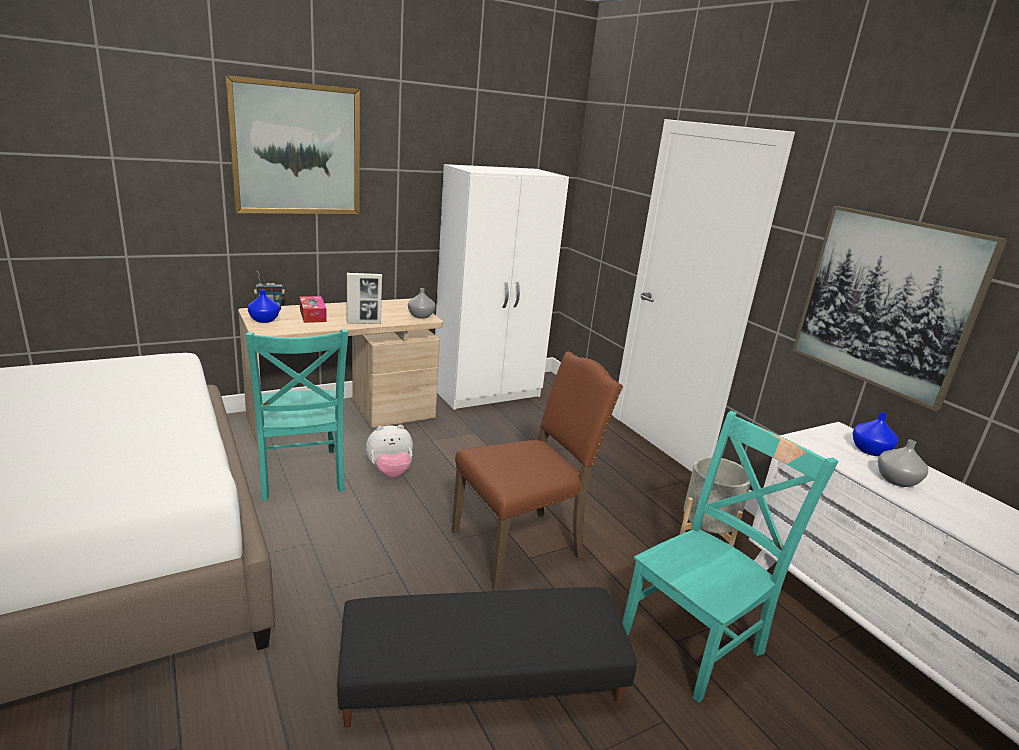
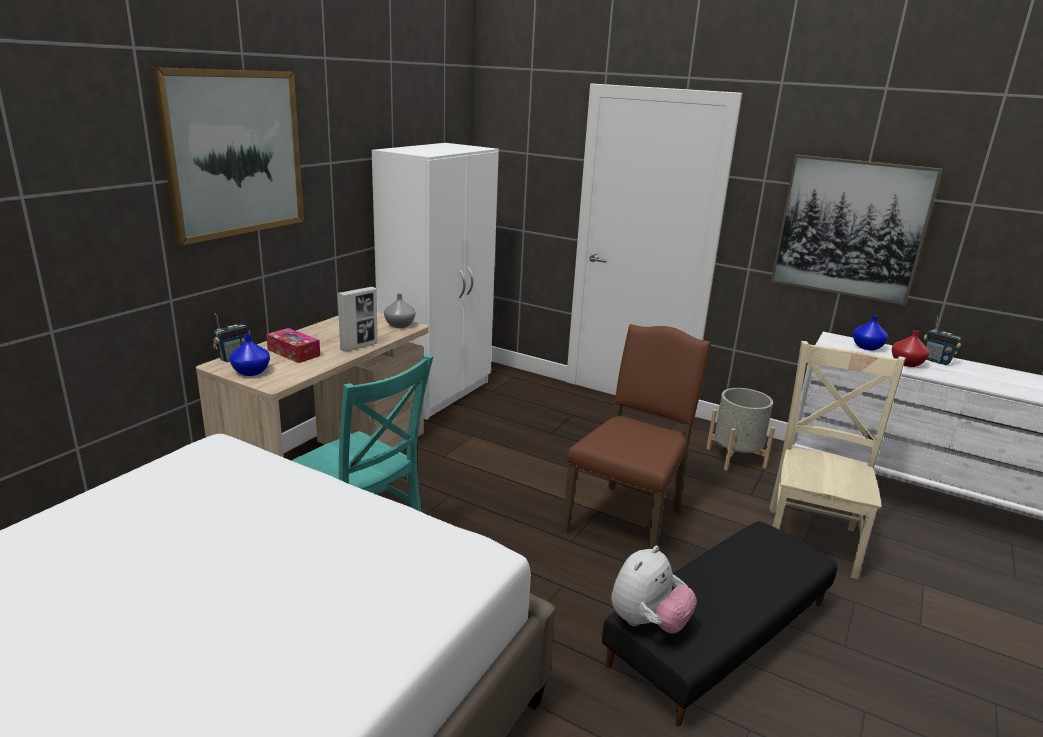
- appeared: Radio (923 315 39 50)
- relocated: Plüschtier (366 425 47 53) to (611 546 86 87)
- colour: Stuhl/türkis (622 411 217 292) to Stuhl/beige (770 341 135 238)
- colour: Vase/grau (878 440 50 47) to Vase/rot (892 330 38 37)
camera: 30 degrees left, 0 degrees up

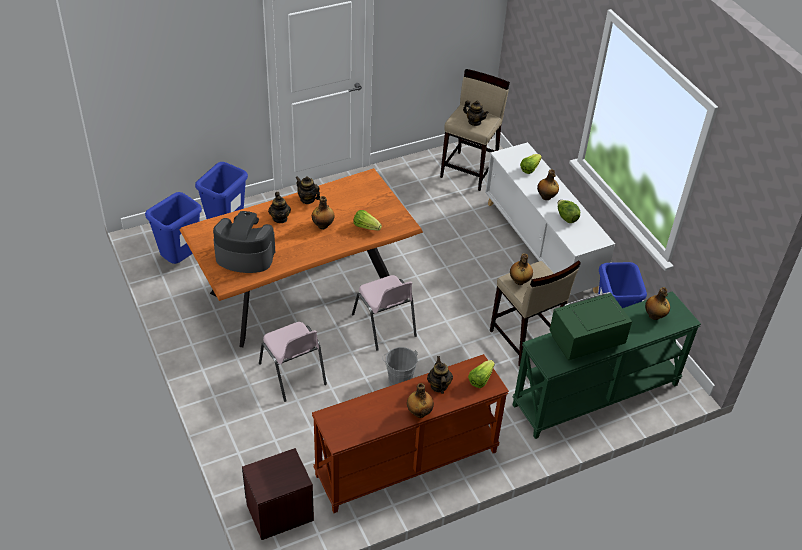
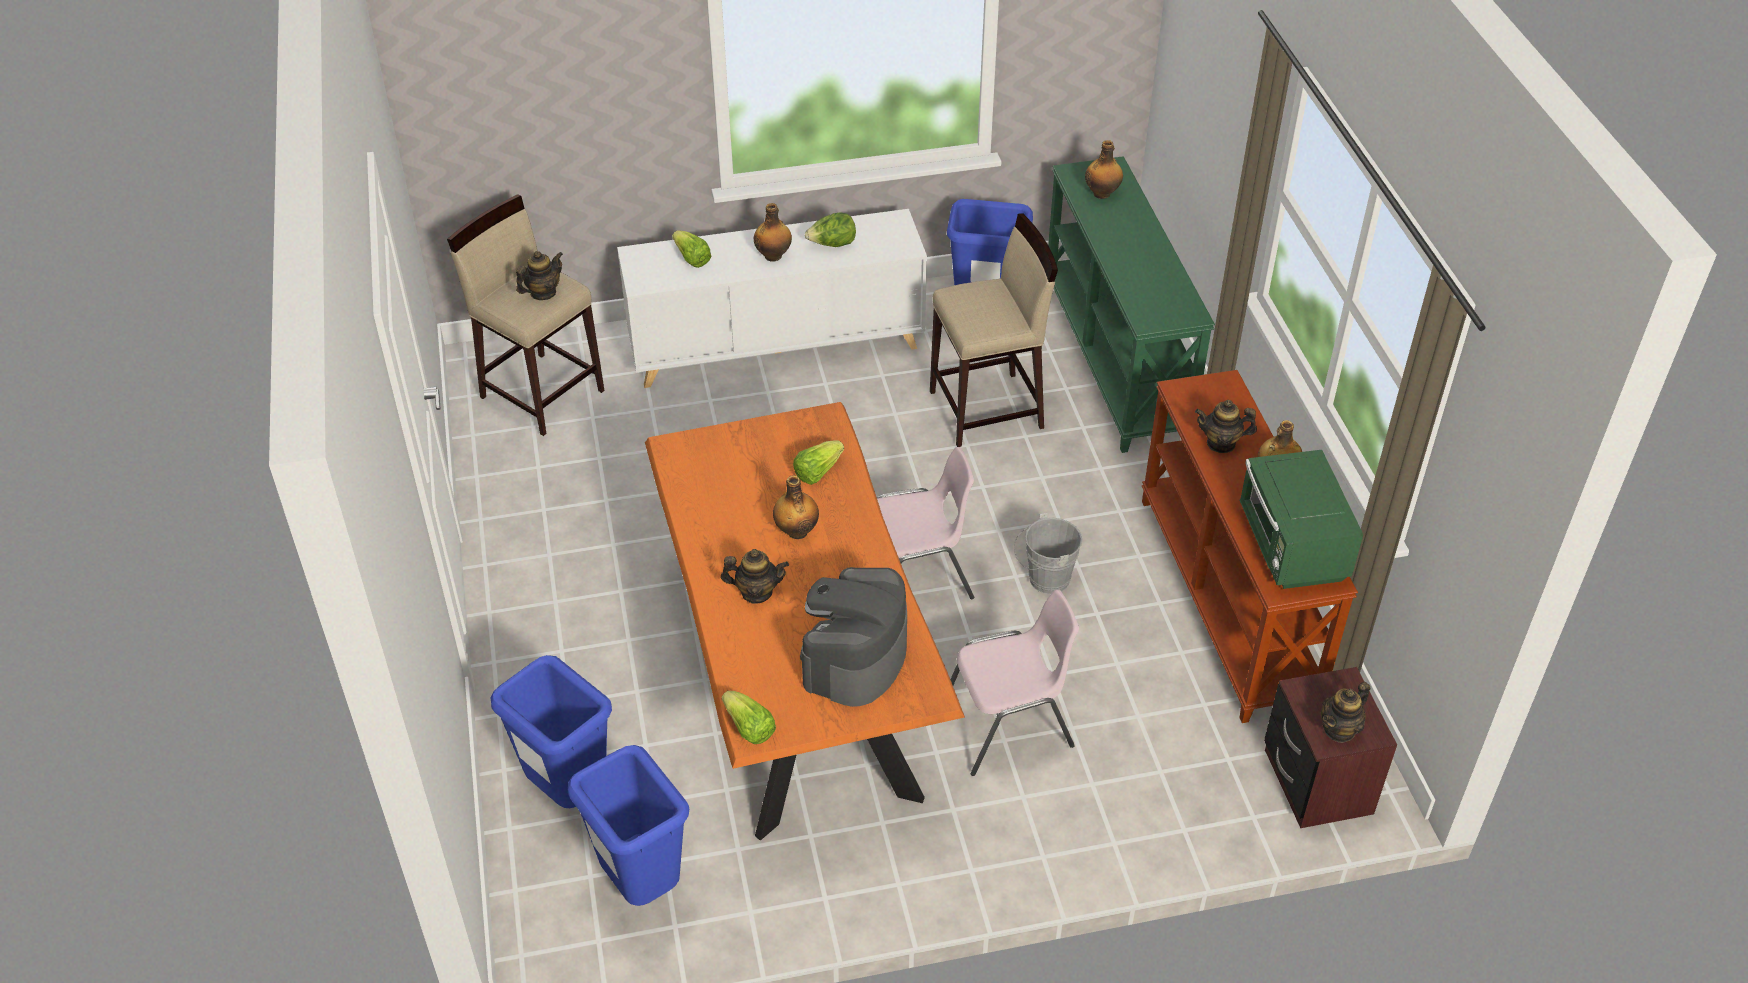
- missing: Flasche (510 253 23 32)
- relocated: Teekanne (295 176 25 28) to (1321 682 49 61)
- relocated: Salatkopf (468 360 27 28) to (722 691 54 53)
- relocated: Mikrowelle/grün (549 292 83 68) to (1240 450 123 139)
camera: 75 degrees left, 0 degrees up

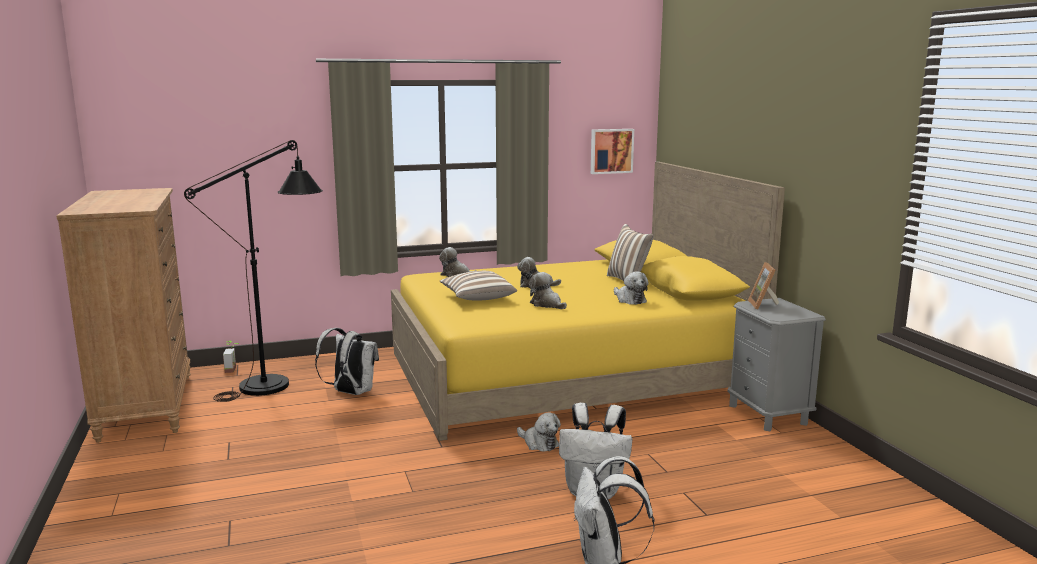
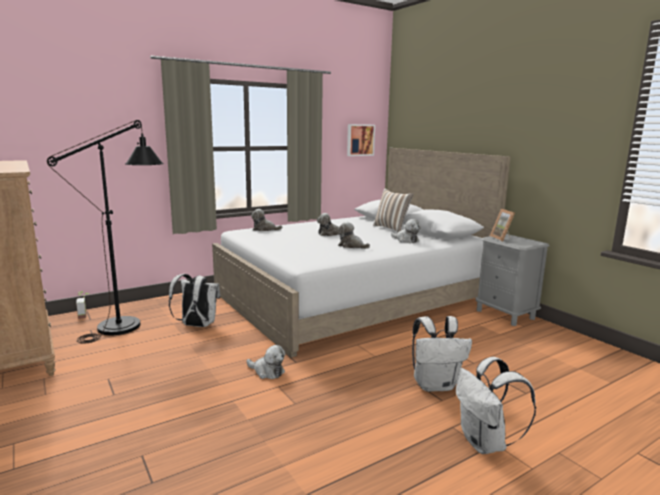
- missing: Kissen (440 271 77 30)
- relocated: Plüschtier (517 412 44 40) to (247 345 38 34)
- colour: Bett/gelb (391 162 394 279) to Bett/weiß (212 148 299 210)
camera: 15 degrees left, 0 degrees up

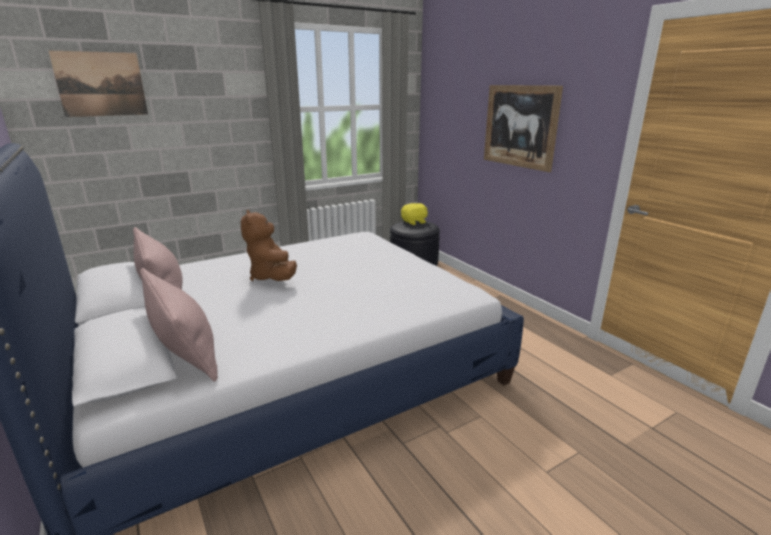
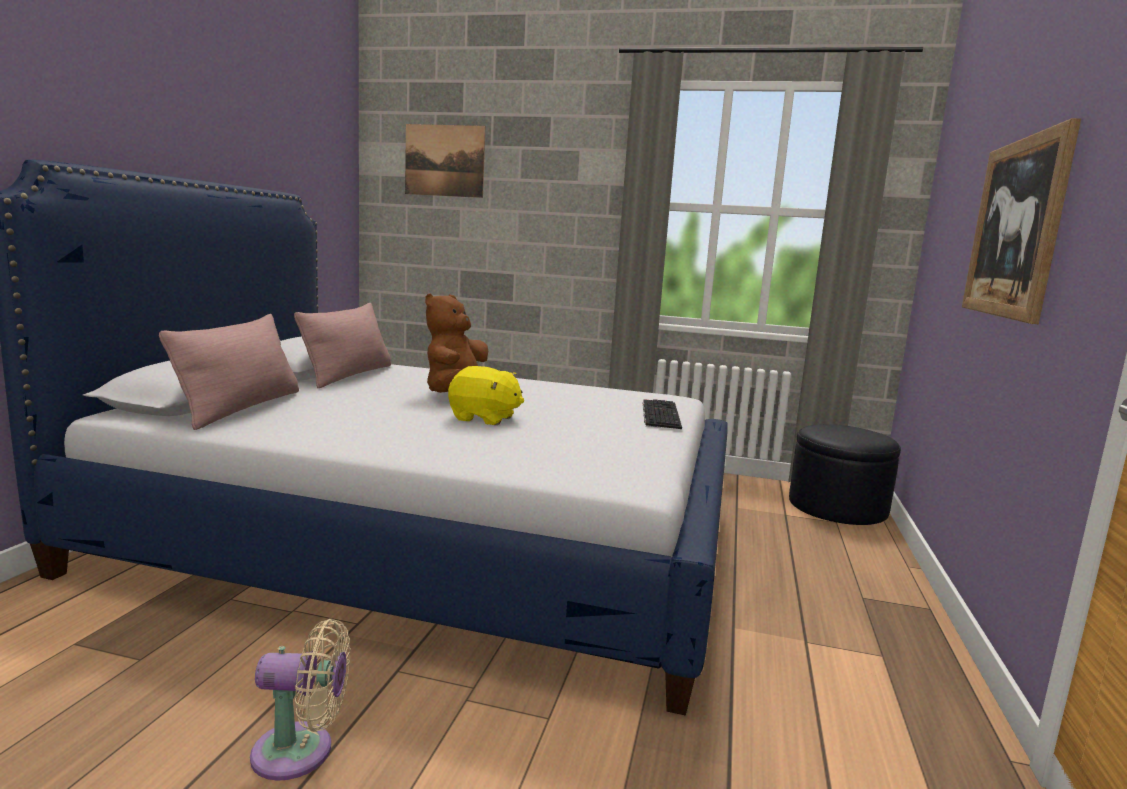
- appeared: Ventilator/beige (250 619 100 162)
- appeared: Tastatur (643 399 39 30)
- relocated: Plüschtier/gelb (401 203 27 22) to (448 366 76 59)
camera: 45 degrees right, 10 degrees down

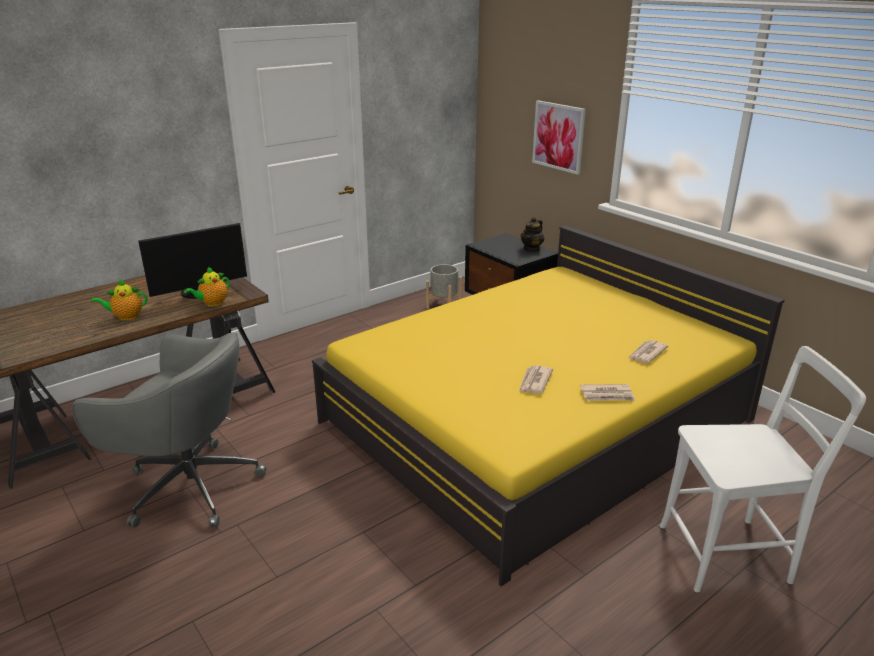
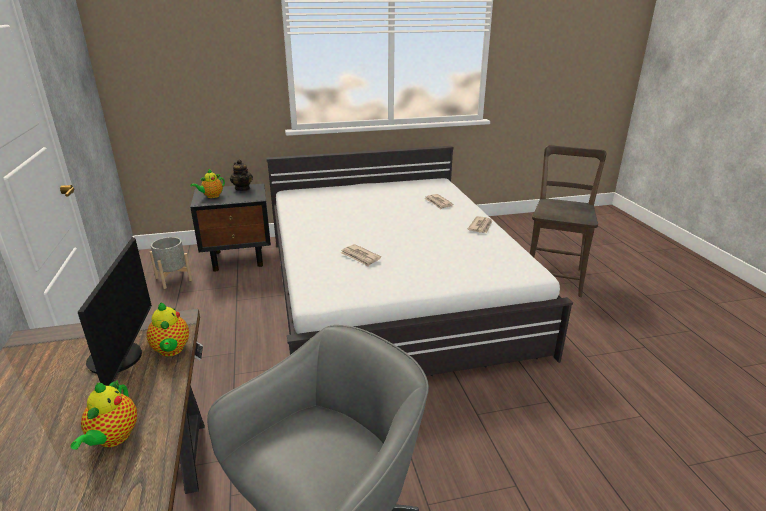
- missing: Bild (532 100 54 75)
- appeared: Teekanne (190 169 35 29)
- relocated: Zeitung (519 365 34 29) to (341 244 40 22)
- colour: Bett/gelb (312 225 472 361) to Bett/weiß (266 146 307 230)
- colour: Stuhl/weiß (660 346 206 246) to Stuhl/braun (530 145 76 152)
camera: 65 degrees left, 0 degrees up

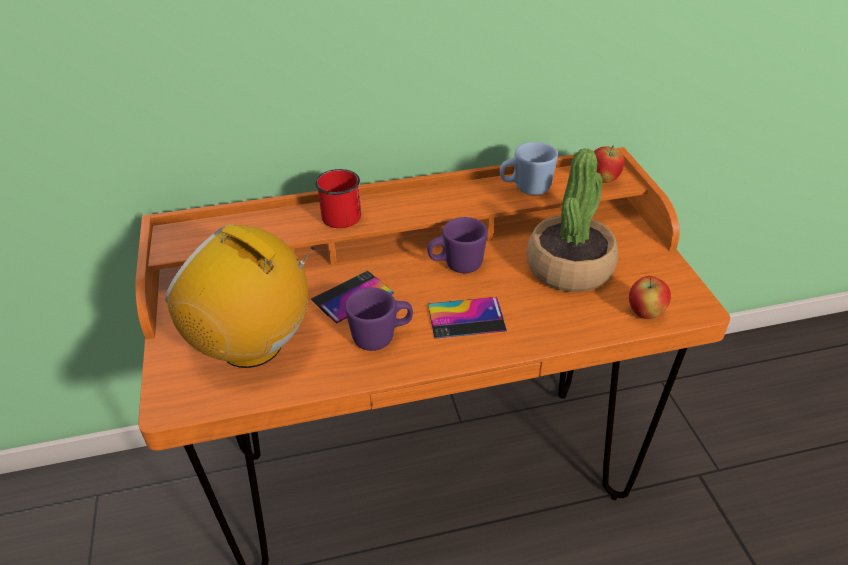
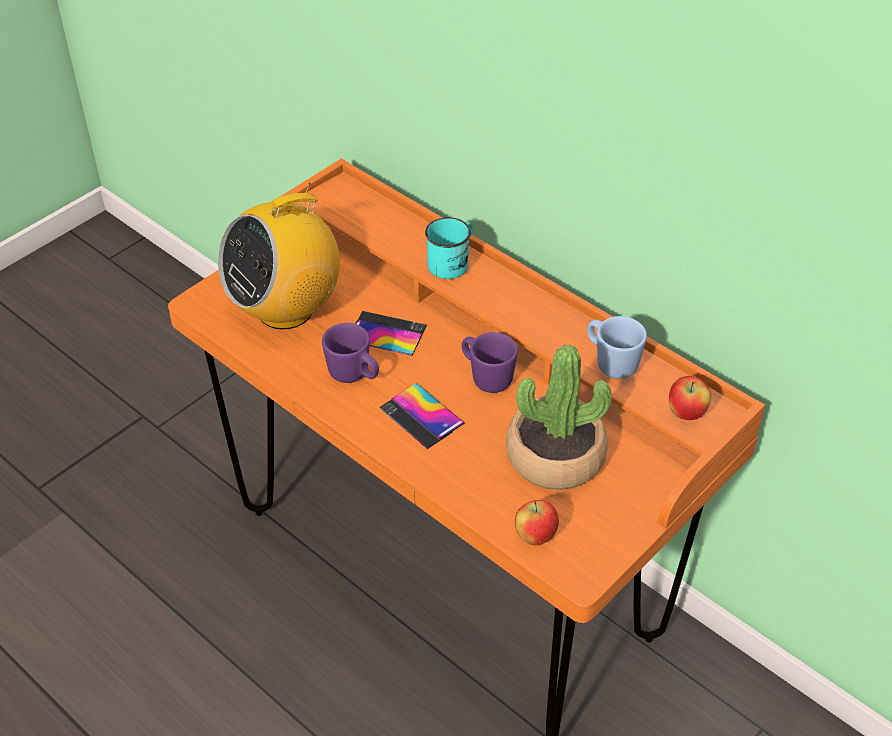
- colour: Henkelbecher/rot (315 169 46 59) to Henkelbecher/türkis (425 217 48 62)
- spun: Radio (165 224 150 144) = (218 183 122 147) 120 degrees counterclockwise
camera: 55 degrees right, 5 degrees up

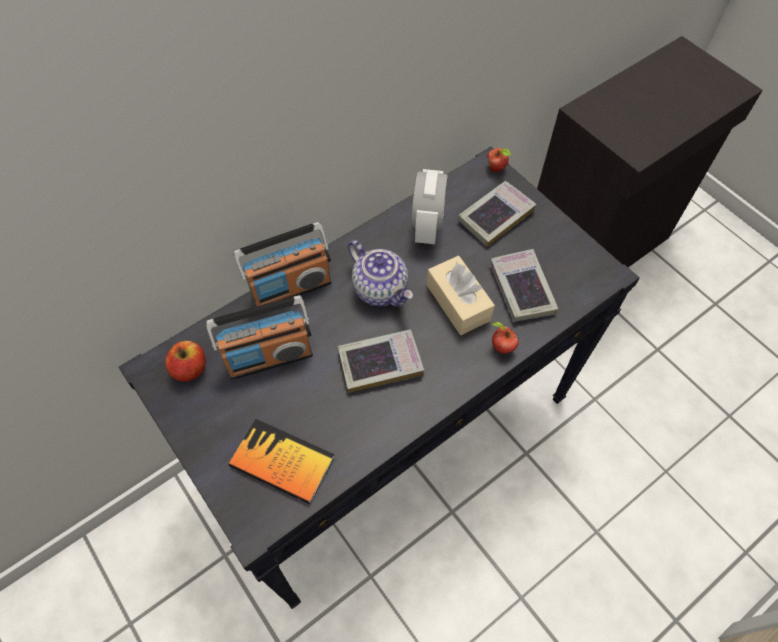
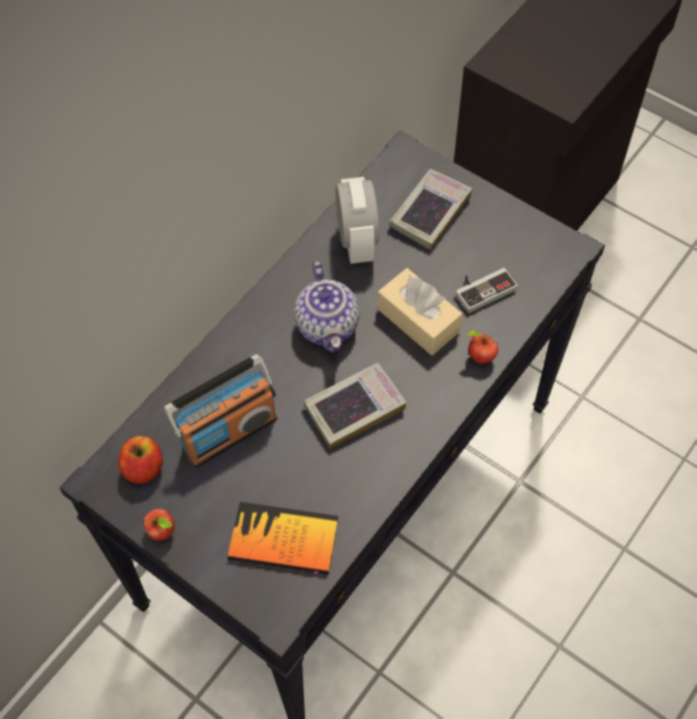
- missing: Radio (233 222 99 85)
- relocated: Apfel (488 148 23 24) to (143 509 32 32)
- exchanged: Buch (490 249 68 73) to Gamepad (456 268 62 45)
- spun: Teekanne (348 240 65 67) = (294 261 65 91) 45 degrees clockwise
camera: 15 degrees left, 0 degrees up

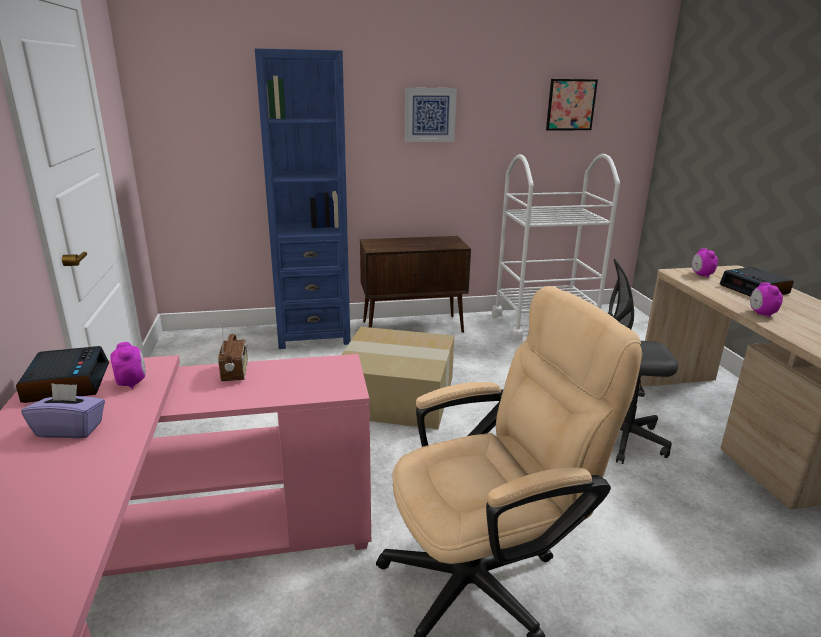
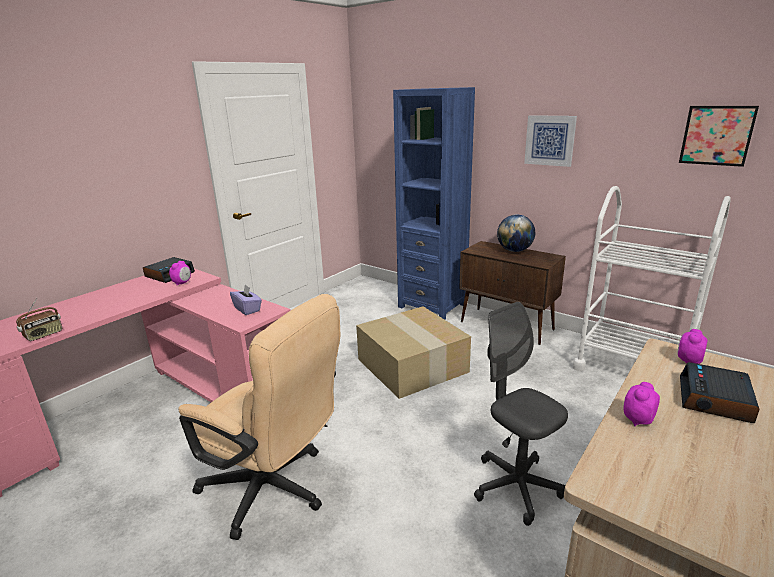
- appeared: Globus (497 215 38 37)
- relocated: Taschentuchbox/lila (21 383 84 55) to (230 285 32 30)
- relocated: Radio (218 323 30 58) to (16 298 46 43)
camera: 50 degrees right, 0 degrees up

